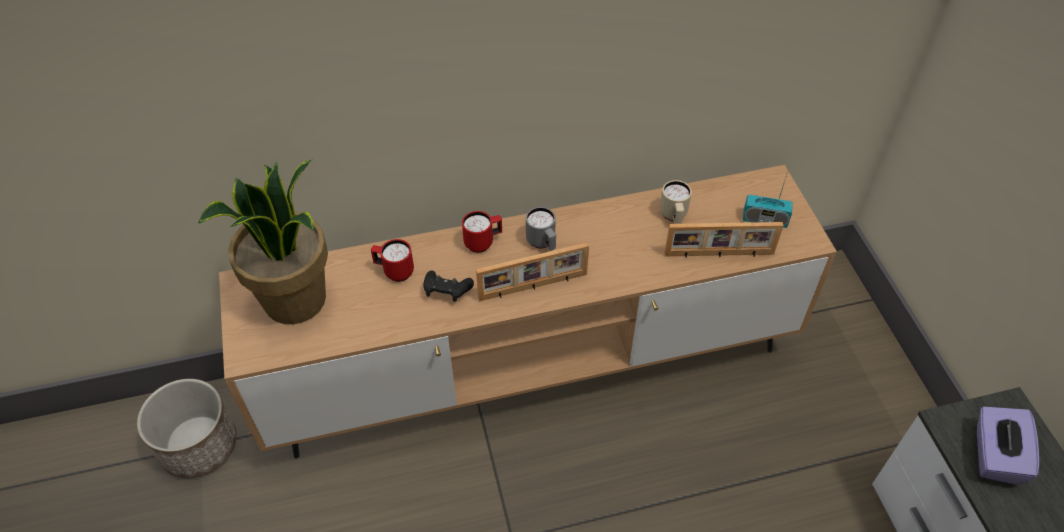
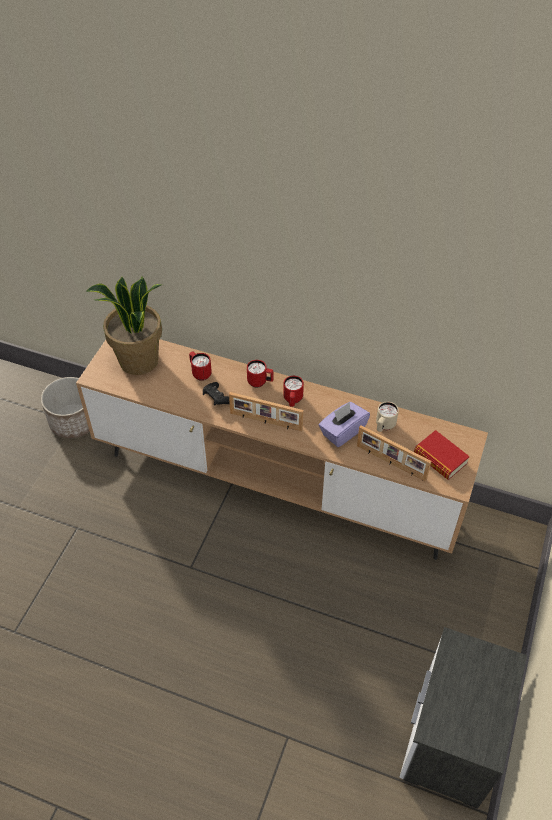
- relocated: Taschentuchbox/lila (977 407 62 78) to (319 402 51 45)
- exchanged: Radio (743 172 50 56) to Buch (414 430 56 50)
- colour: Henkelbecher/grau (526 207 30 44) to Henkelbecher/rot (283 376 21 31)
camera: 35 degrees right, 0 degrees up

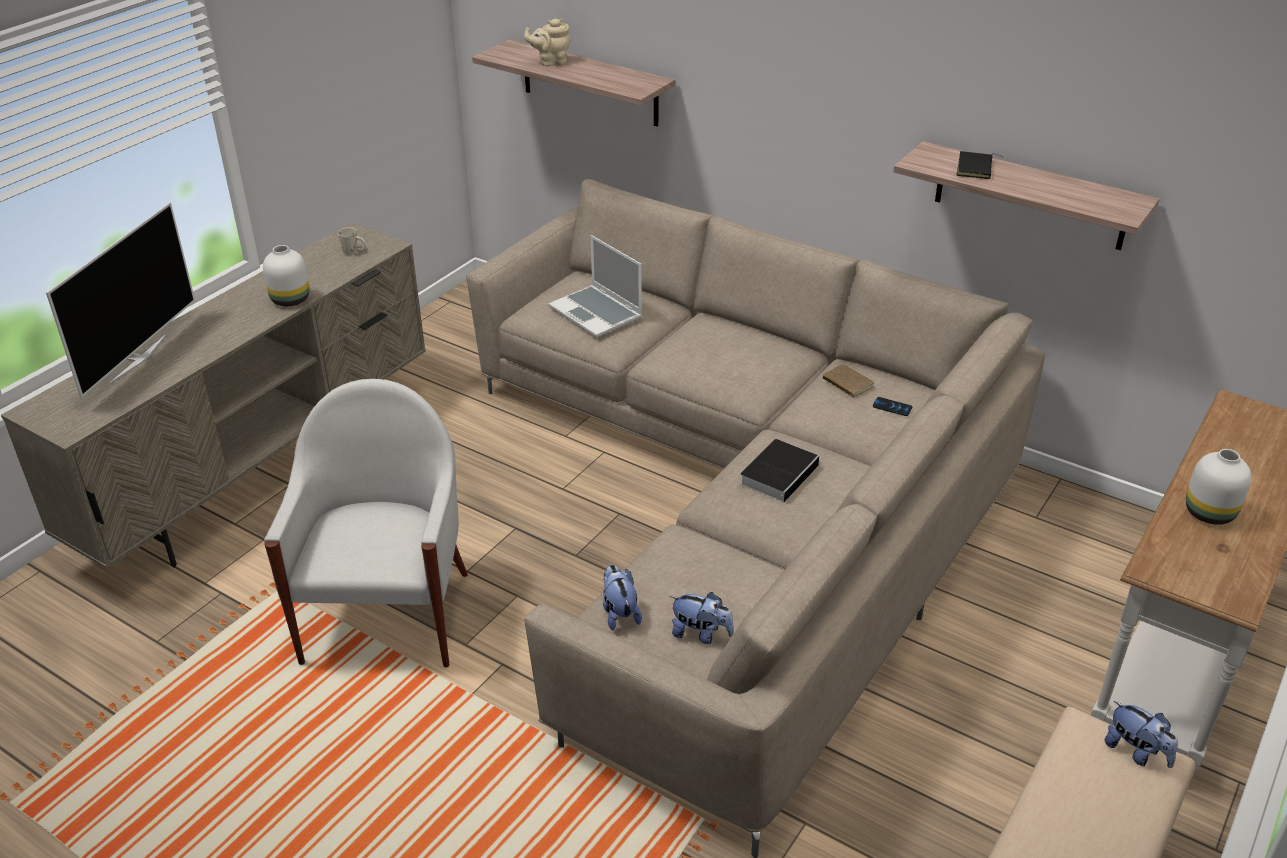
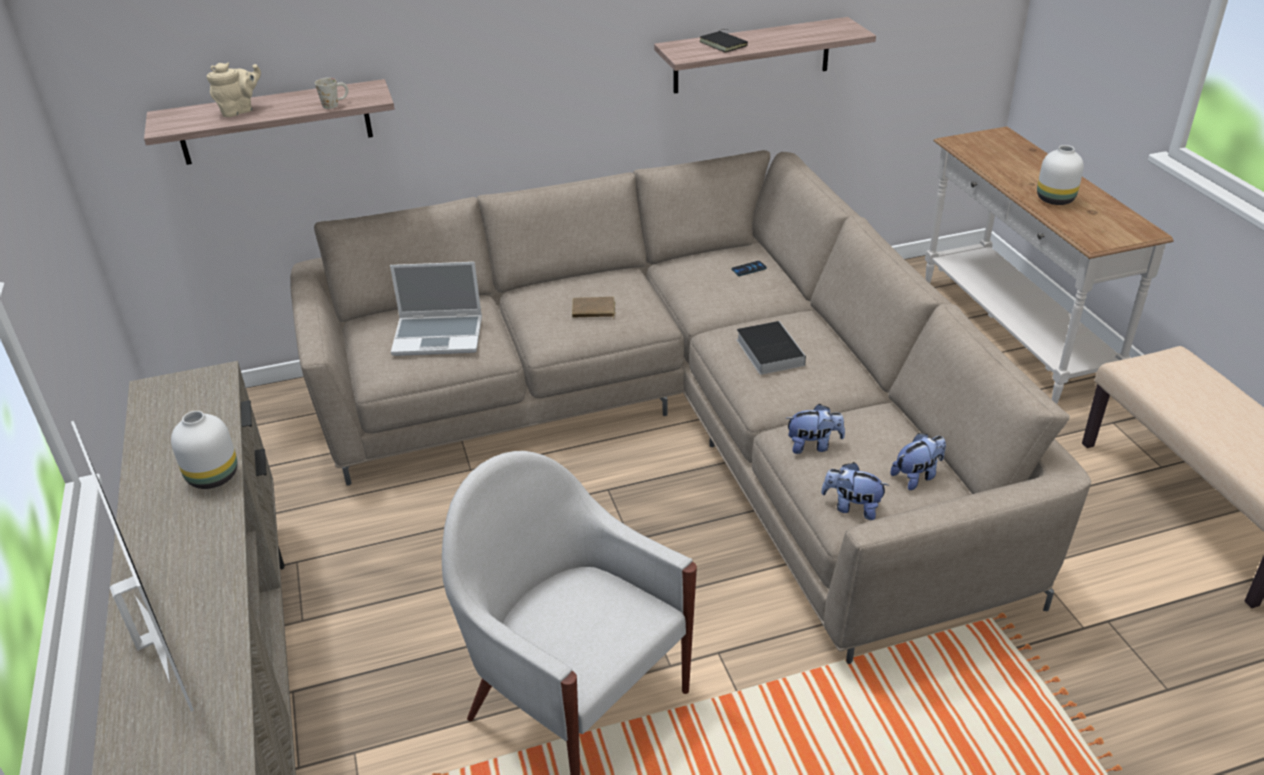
- relocated: Henkelbecher/weiß (338 227 28 28) to (315 78 33 31)
- relocated: Buch/braun (823 364 51 34) to (572 297 44 22)
- relocated: Plüschtier (1104 701 74 67) to (785 404 60 50)
- spun: Teekanne/beige (524 19 47 47) = (207 62 54 55) 150 degrees counterclockwise
camera: 50 degrees left, 0 degrees up

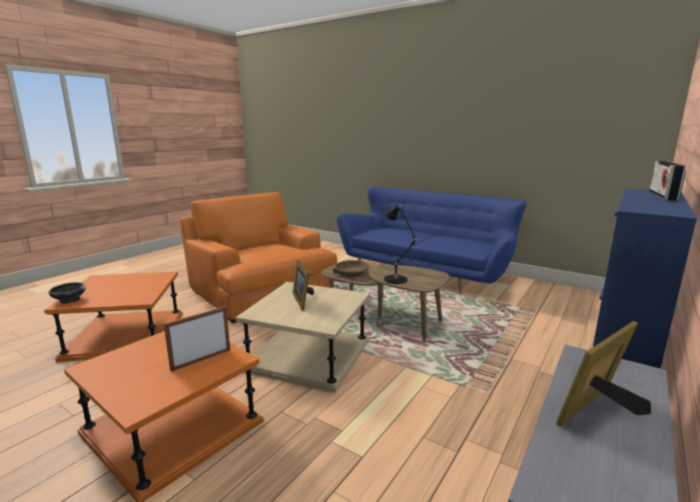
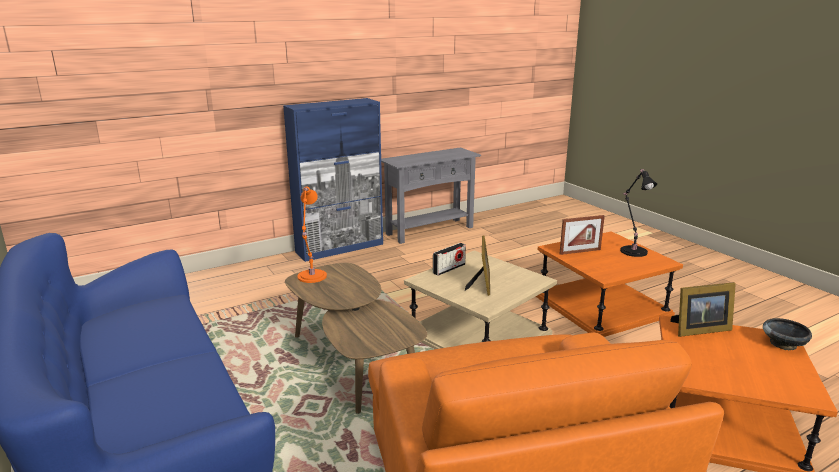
- missing: Schüssel/braun (333 260 36 17)
- appeared: Tischlampe/orange (297 187 30 96)
- relocated: Tischlampe/schwarz (384 205 34 79) to (620 169 37 88)
- relocated: Bilderrahmen (556 321 95 106) to (670 282 66 55)
- relocated: Radio (649 161 37 40) to (433 243 33 33)
camera: 155 degrees left, 5 degrees up

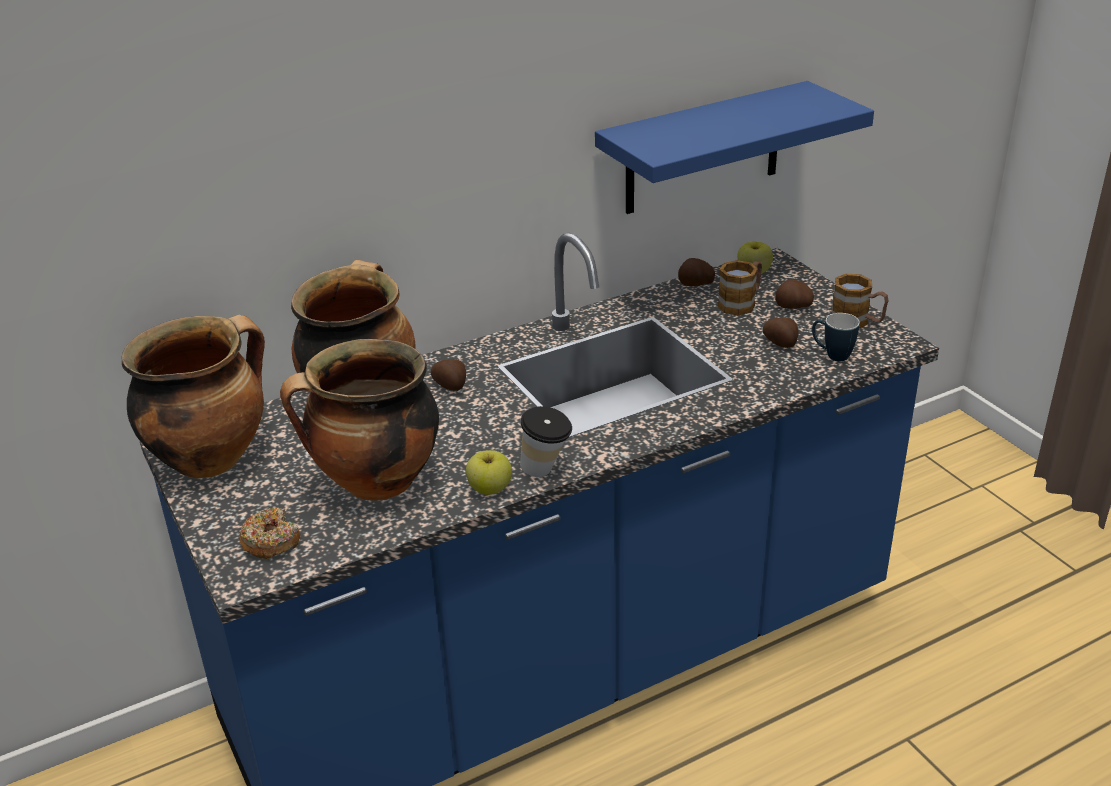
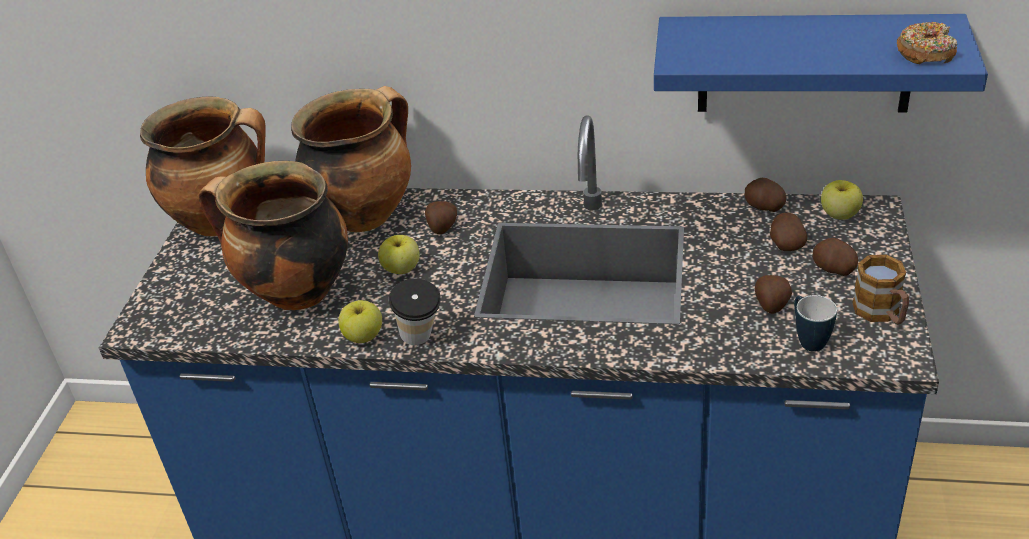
- appeared: Apfel (378 235 42 39)
- relocated: Donut (239 507 61 52) to (897 22 60 42)
- exchanged: Henkelbecher (718 260 44 55) to Kartoffel (770 213 38 38)
camera: 40 degrees right, 5 degrees up

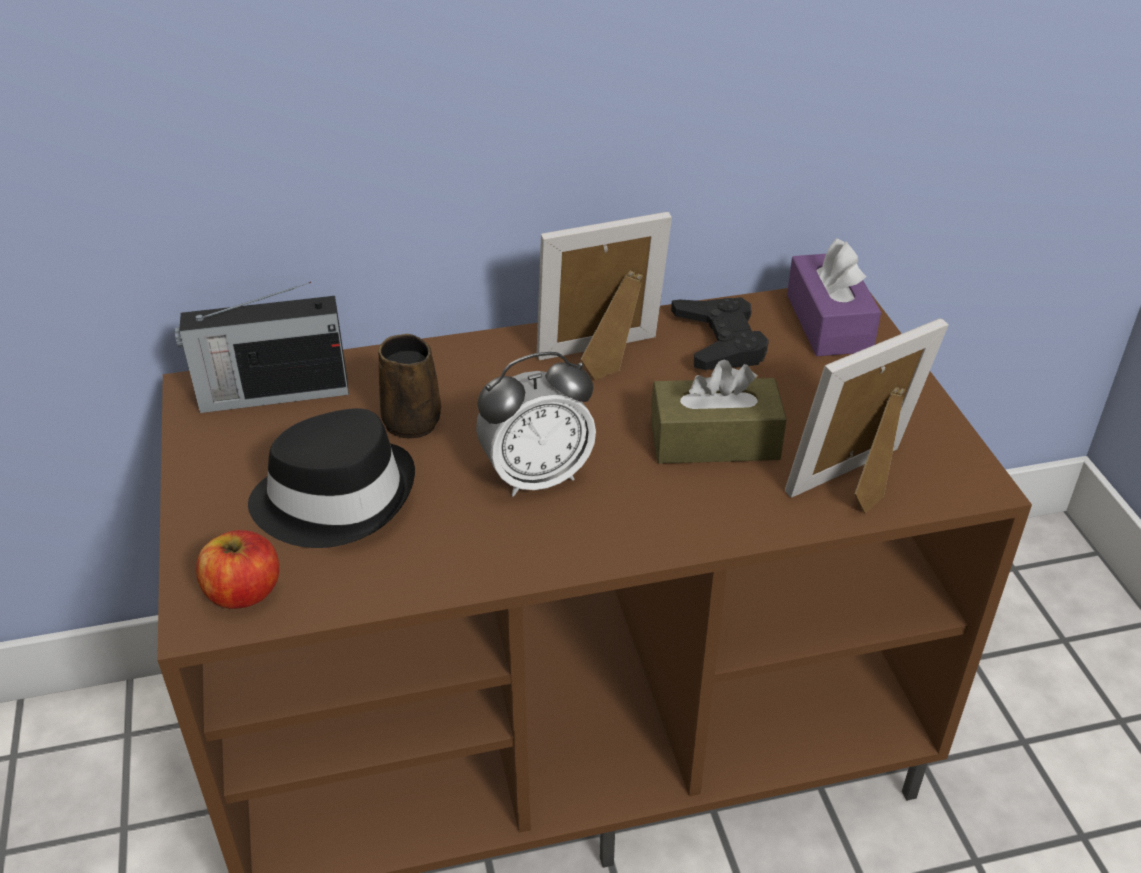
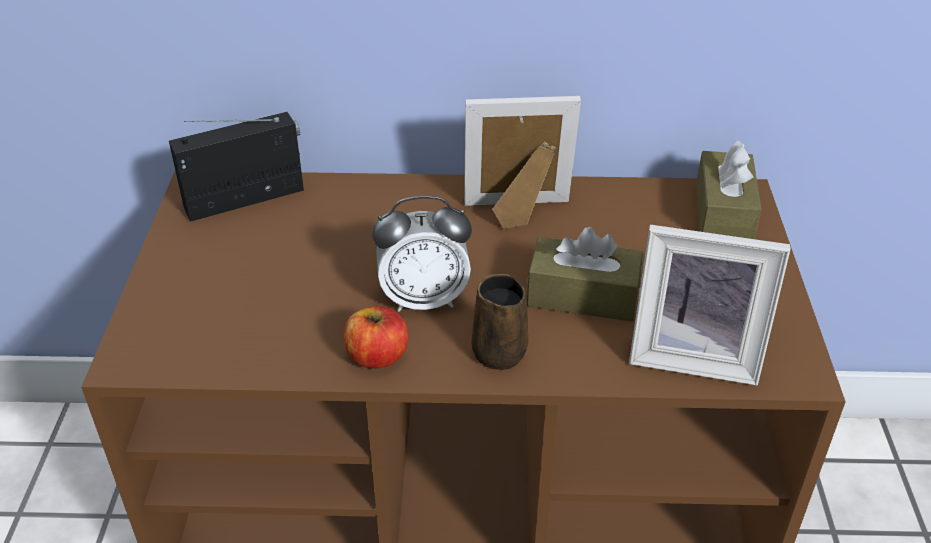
- missing: Hut/schwarz (248 408 167 140)
- missing: Gamepad/schwarz (671 297 98 73)
- relocated: Apfel (196 530 83 79) to (343 306 65 63)
- relocated: Henkelbecher/braun (378 334 63 104) to (472 274 56 96)
- colour: Taschentuchbox/lila (787 238 94 118) to Taschentuchbox/braun (696 140 66 99)
- spun: Radio (175 282 174 131) = (169 112 135 110) 150 degrees clockwise
- spun: Bilderrahmen (785 318 164 195) = (629 225 162 160) 150 degrees counterclockwise
camera: 15 degrees right, 0 degrees up

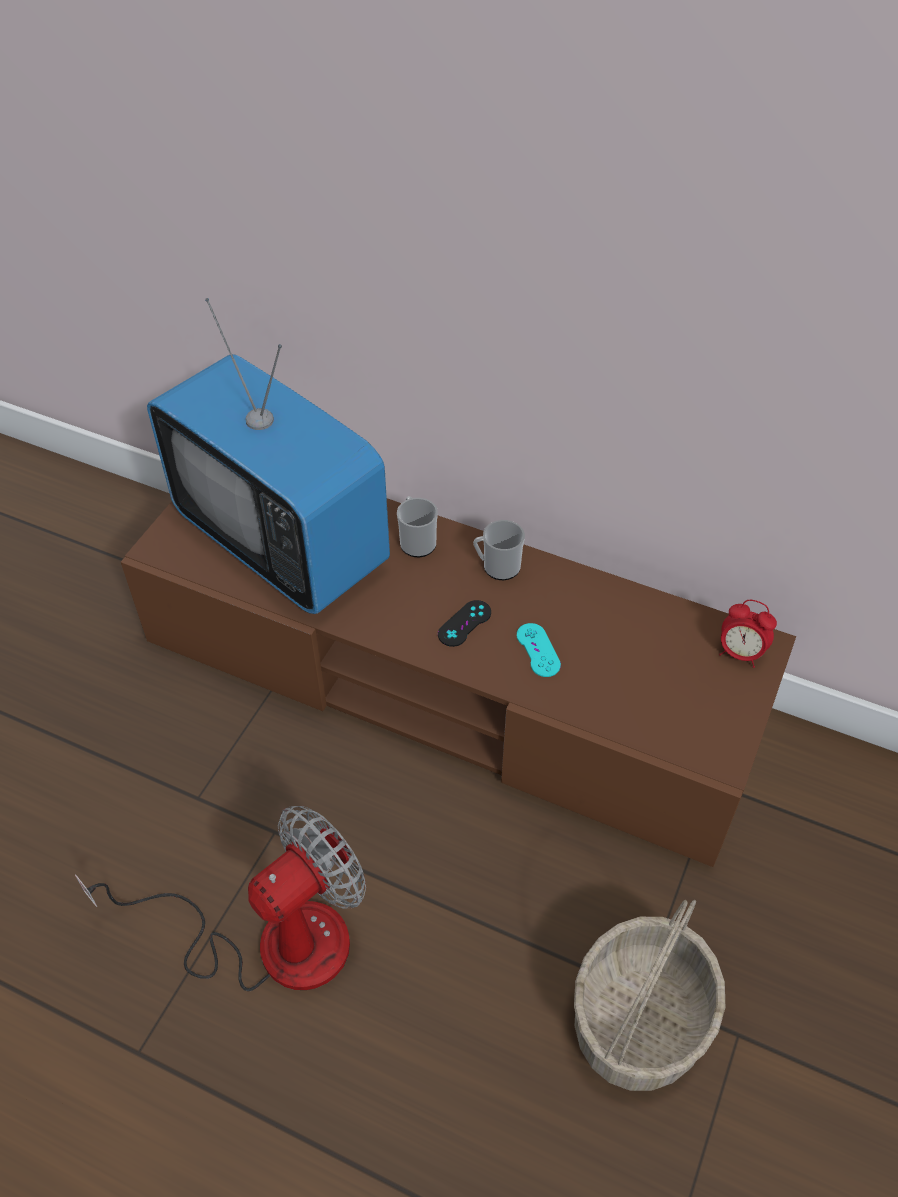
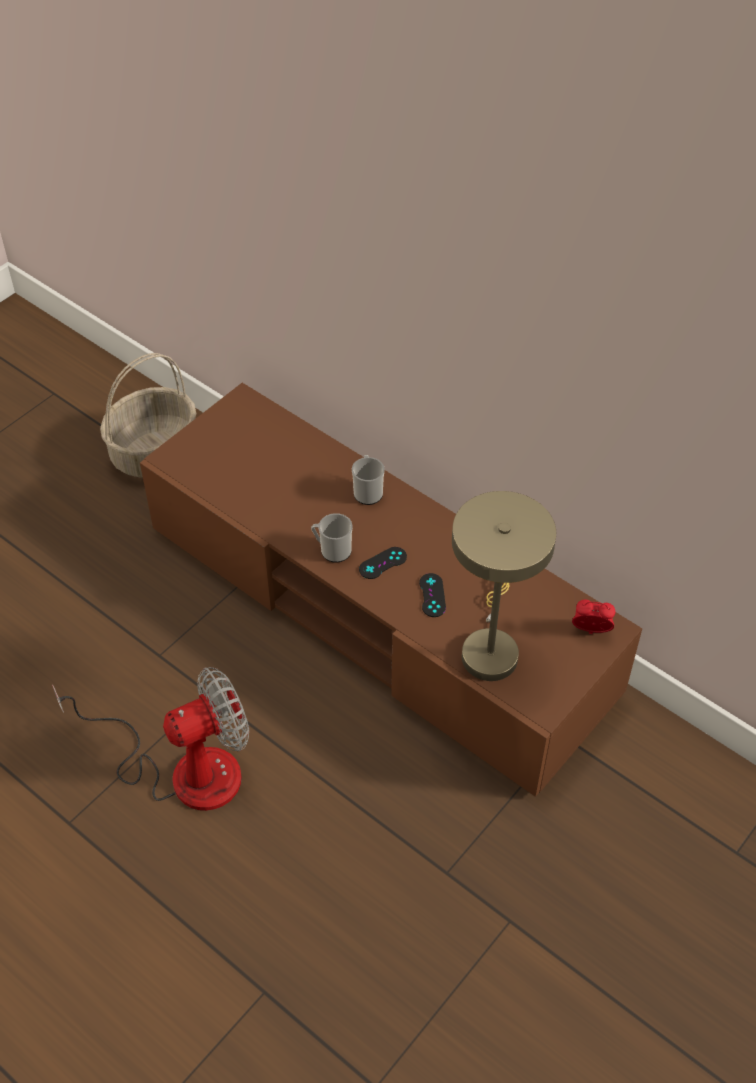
- missing: Fernseher (147 298 243 316)
- appeared: Tischlampe/beige (452 491 104 190)
- relocated: Henkelbecher (473 520 52 60) to (311 513 42 50)
- relocated: Korb (574 900 151 191) to (100 353 97 125)
- colour: Gamepad/türkis (517 623 44 54) to Gamepad/schwarz (419 573 27 44)
- spun: Wecker (719 600 58 68) = (572 599 43 35) 150 degrees clockwise
camera: 15 degrees right, 0 degrees up

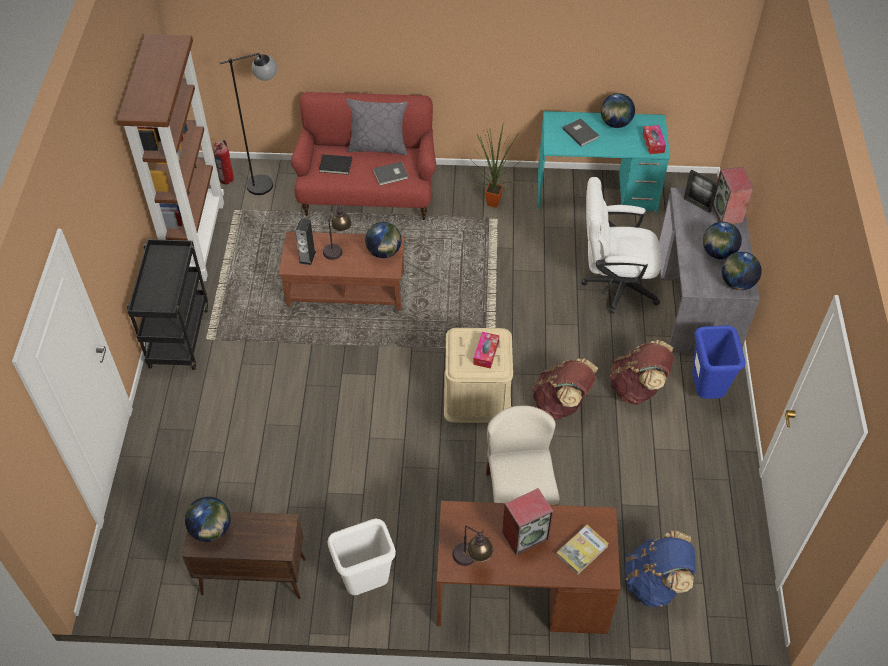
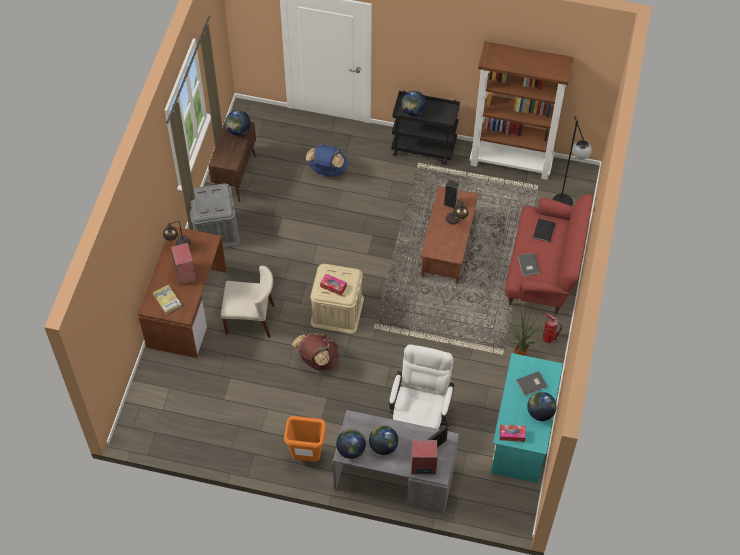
- missing: Kissen/grau (346 99 62 56)
- missing: Rucksack/braun (610 340 64 65)
- relocated: Feuerlöscher (213 140 21 45) to (543 313 19 30)
- relocated: Globus (365 222 36 36) to (401 91 25 25)
- relocated: Rucksack/blau (625 530 71 77) to (306 143 42 34)
- exchanged: Mülleimer/weiß (328 519 68 76) to Aufbewahrungsbox/grau (190 183 50 65)
- colour: Mülleimer/blau (692 326 54 73) to Mülleimer/orange (284 416 42 46)
camera: 100 degrees right, 5 degrees up

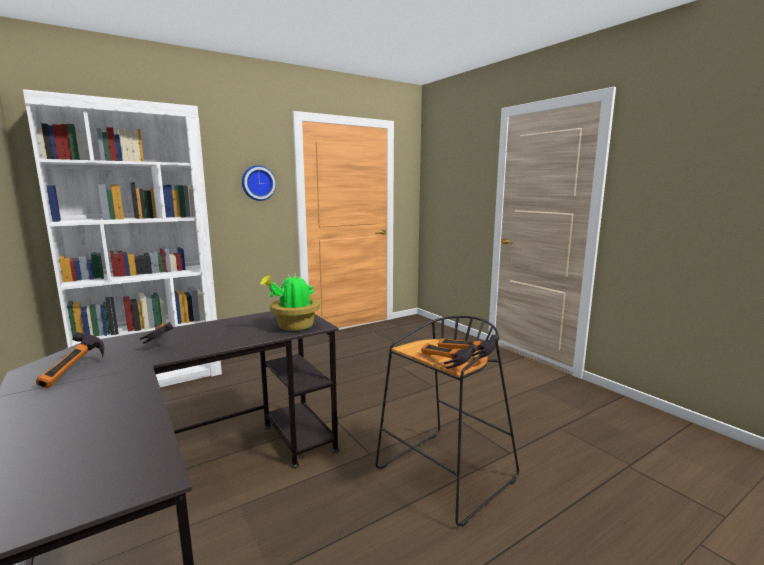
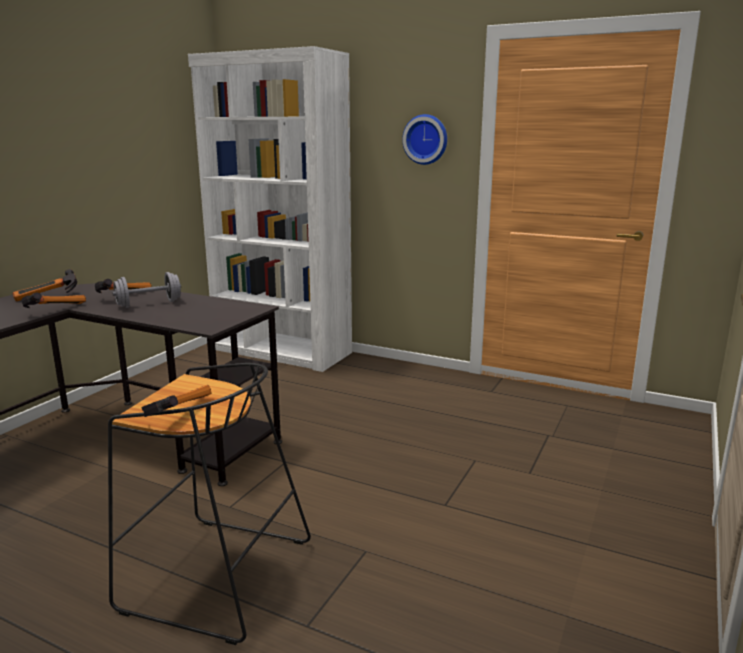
- missing: Topfpflanze (260 272 60 59)
- appeared: Hantel/grau (112 272 69 36)
- relocated: Hammer (421 343 57 26) to (22 292 64 16)
camera: 60 degrees right, 5 degrees up

